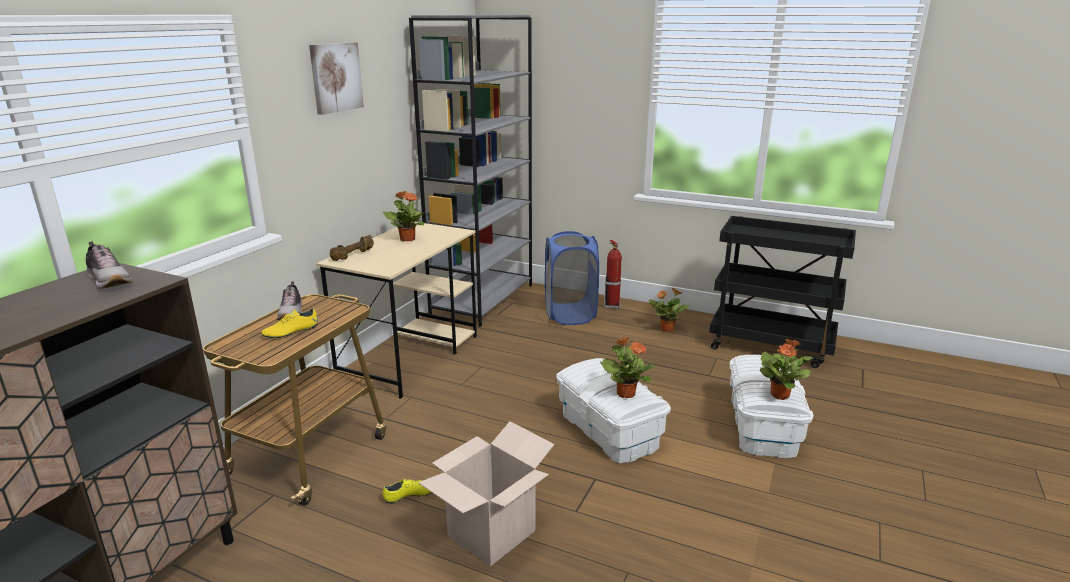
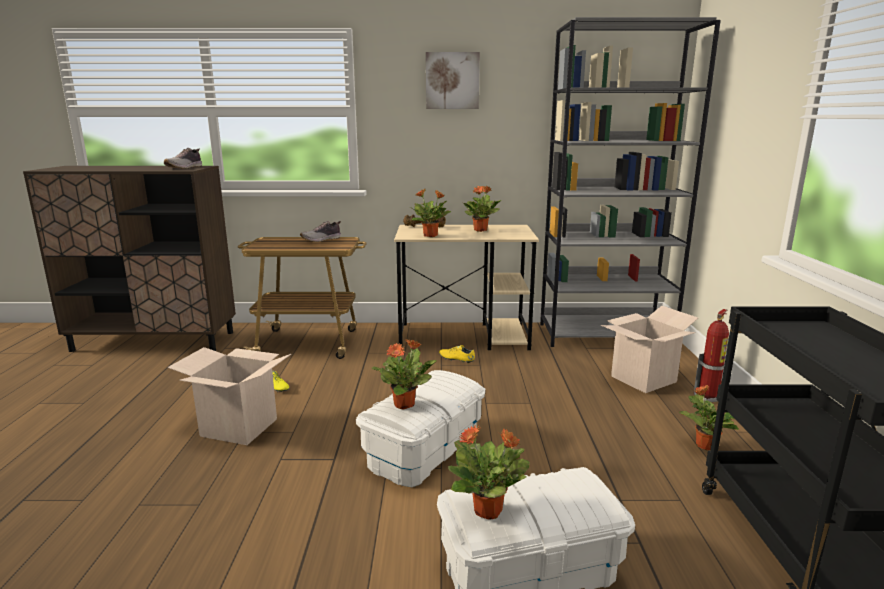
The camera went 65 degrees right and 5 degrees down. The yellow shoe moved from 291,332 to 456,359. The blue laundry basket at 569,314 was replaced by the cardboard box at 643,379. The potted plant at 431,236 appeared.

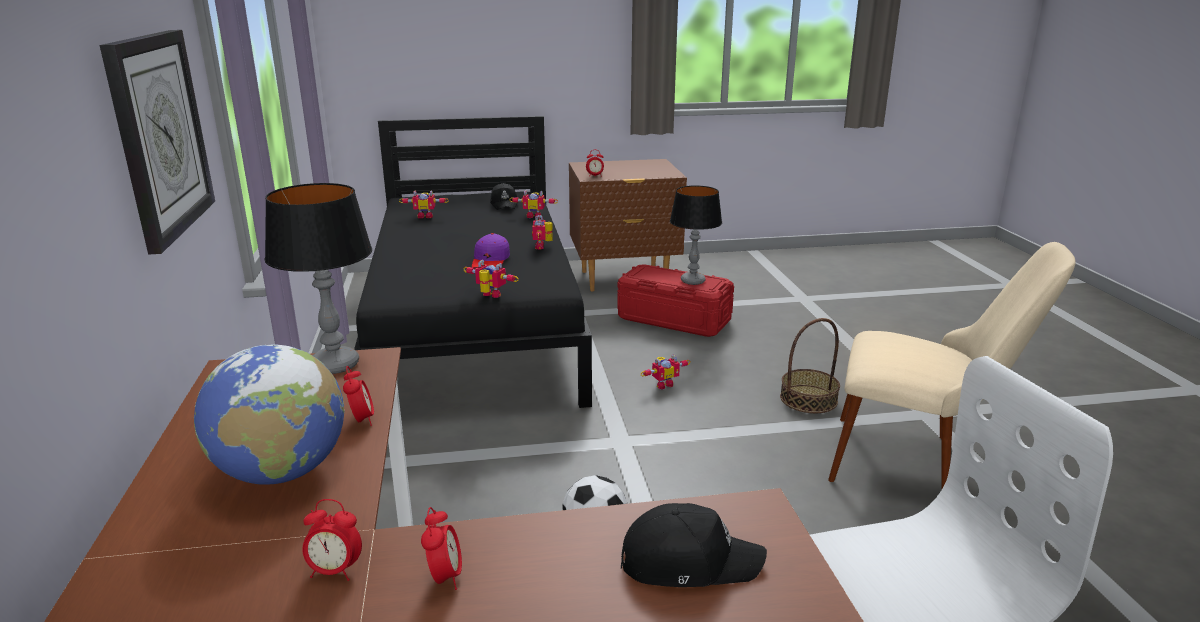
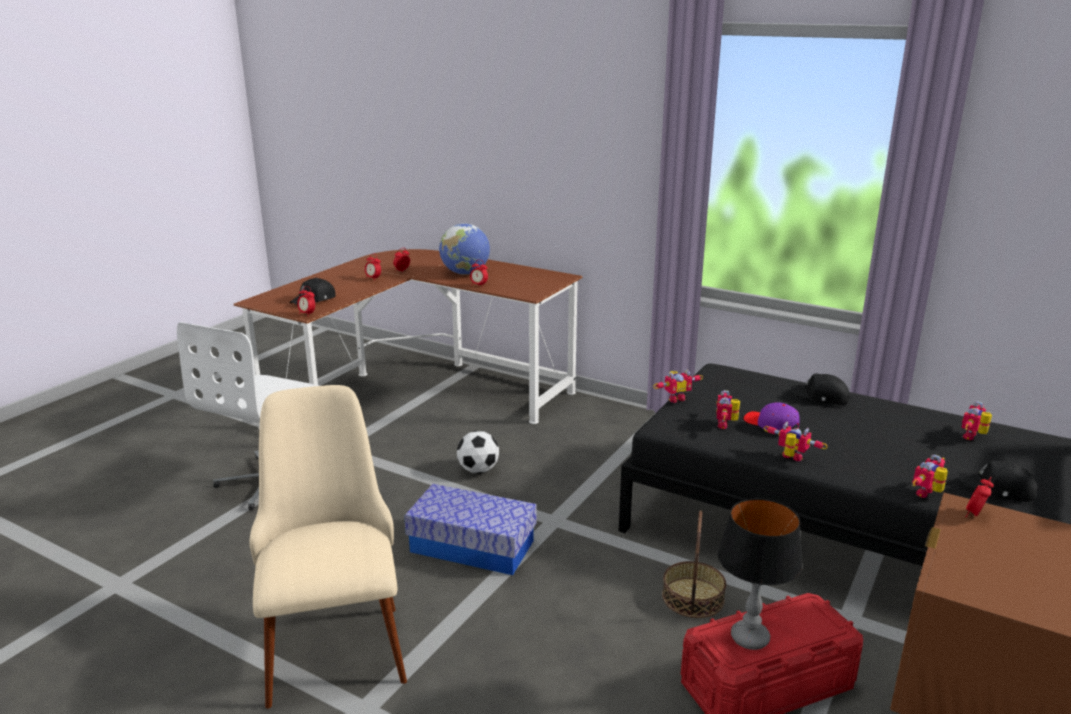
The camera went 130 degrees right and 0 degrees up. The wall clock at 160,135 disappeared. The table lamp at 335,365 disappeared. The toy robot moved from 663,384 to 726,425. The basket moved from 808,399 to 693,597. The beige chair at 918,463 turned 105 degrees clockwise. The alarm clock at 307,314 appeared. The storage box at 472,546 appeared. The black cap at 820,397 appeared.

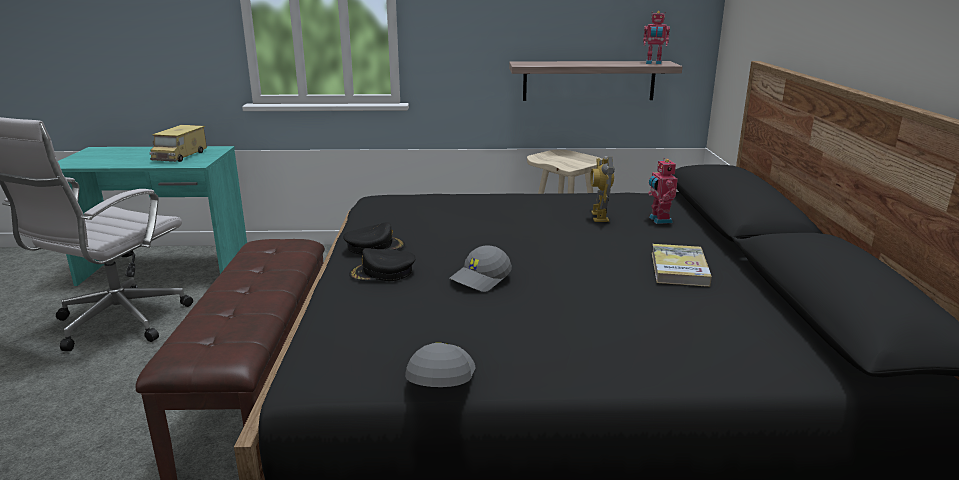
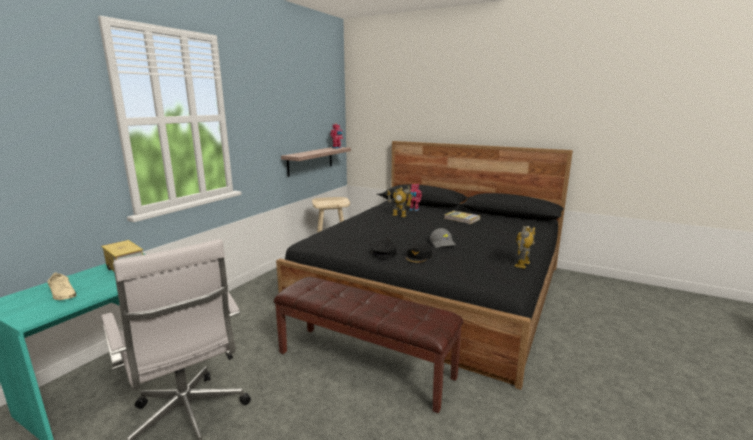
The camera went 60 degrees left and 5 degrees down. The grey cap at 439,375 was replaced by the toy robot at 523,264. The beige shoe at 63,293 appeared.

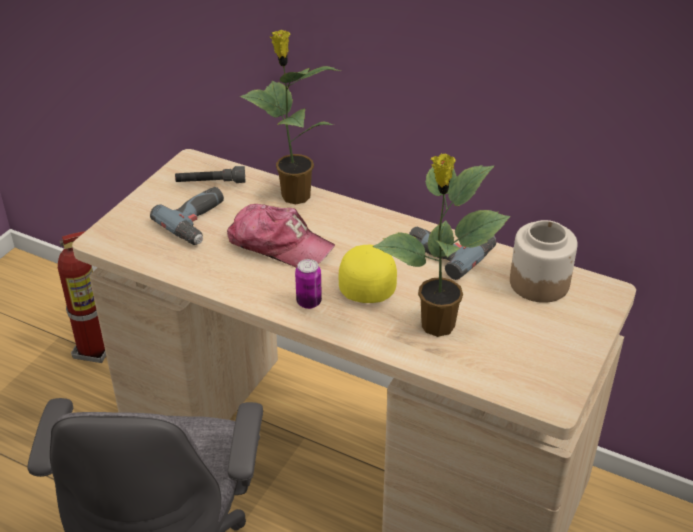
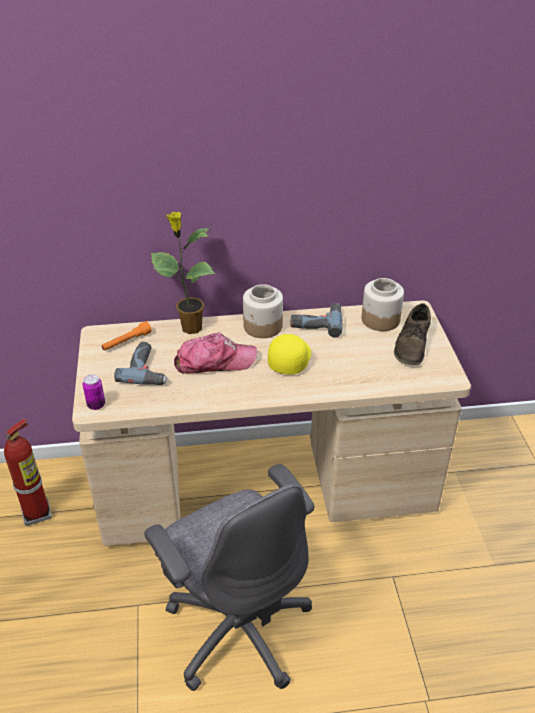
The camera went 35 degrees left and 0 degrees up. The grey flashlight at 211,183 became the orange flashlight at 126,342. The can moved from 309,302 to 96,405. The yellow cap at 367,280 turned 45 degrees clockwise. The potted plant at 436,326 disappeared. The jar at 263,327 appeared. The brown shoe at 412,344 appeared.

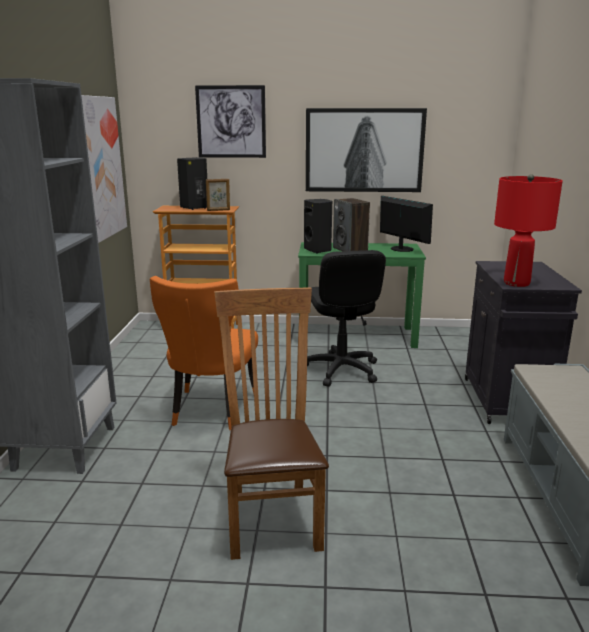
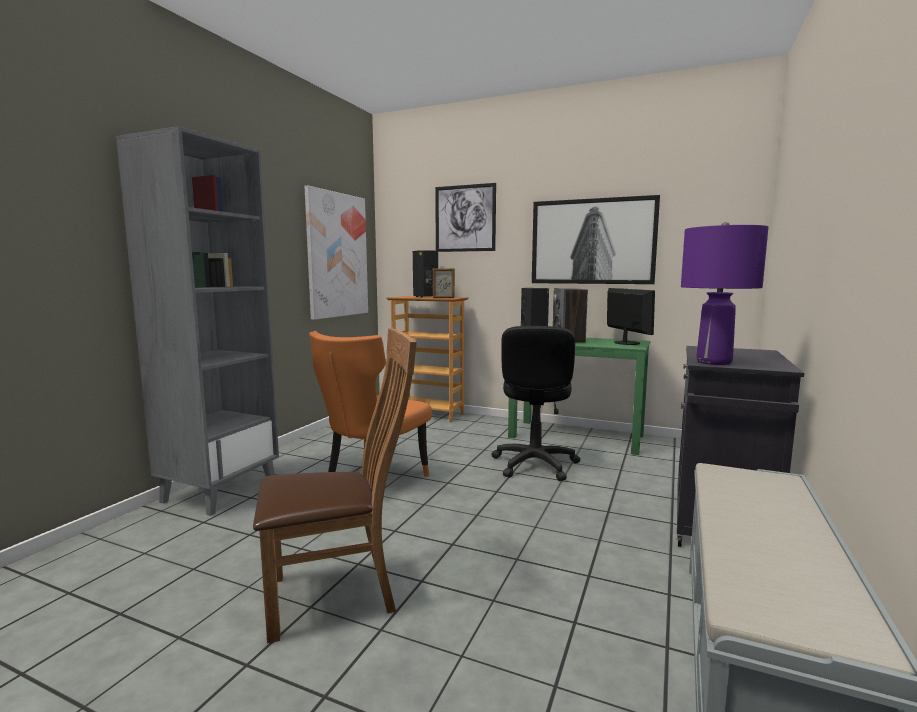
The camera went 20 degrees right and 10 degrees down. The brown chair at 272,515 turned 60 degrees clockwise. The red table lamp at 516,283 became the purple table lamp at 714,362.

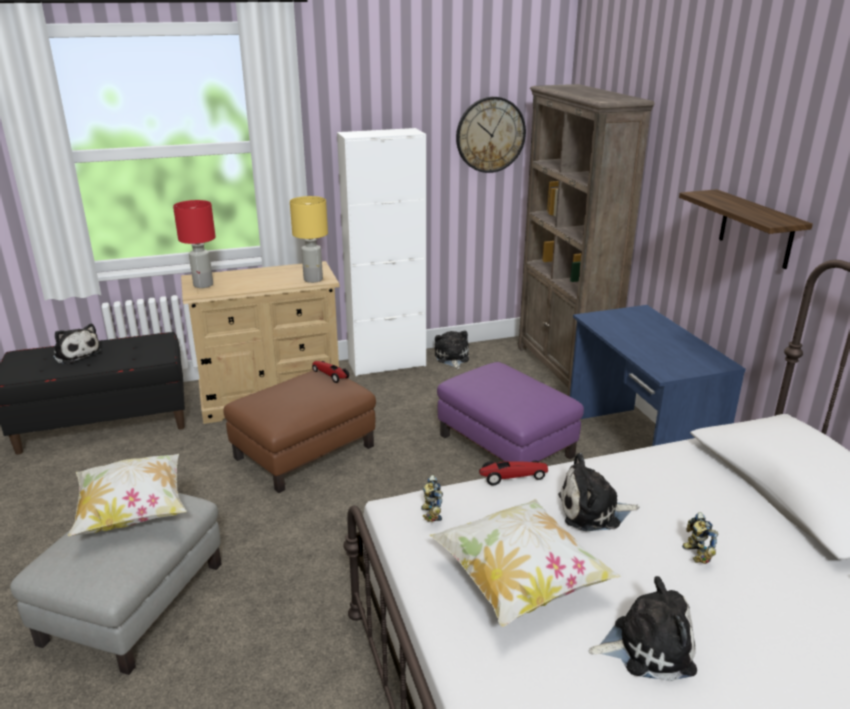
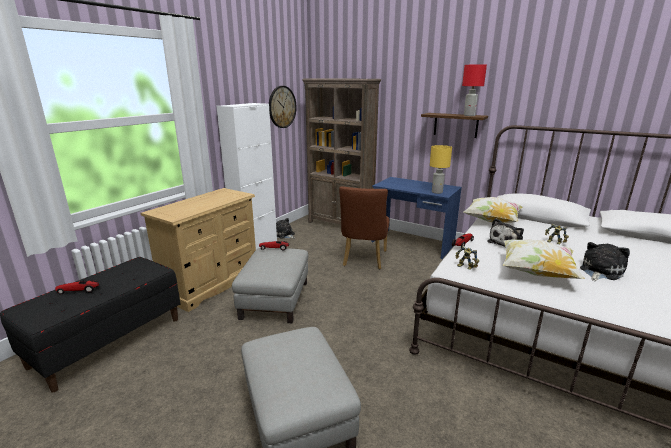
The camera went 40 degrees left and 5 degrees down. The plush toy at 76,354 was replaced by the toy car at 79,290. The pillow moved from 133,513 to 491,221. The red table lamp moved from 203,285 to 469,115. The brown ottoman at 304,451 became the grey ottoman at 274,299. The yellow table lamp moved from 313,279 to 437,192. The purple ottoman at 505,446 was replaced by the brown chair at 363,260.

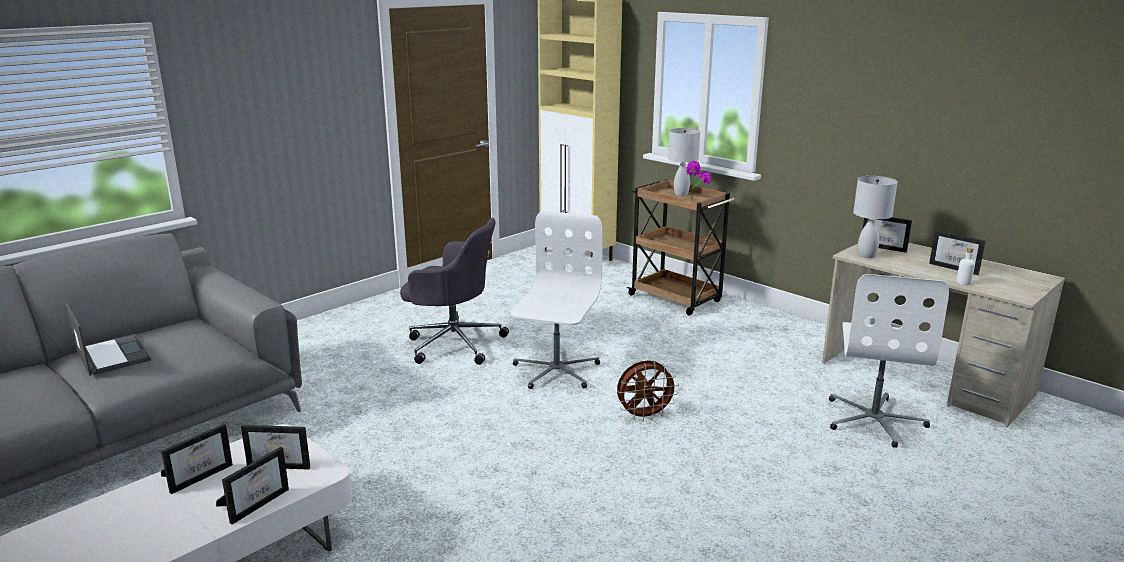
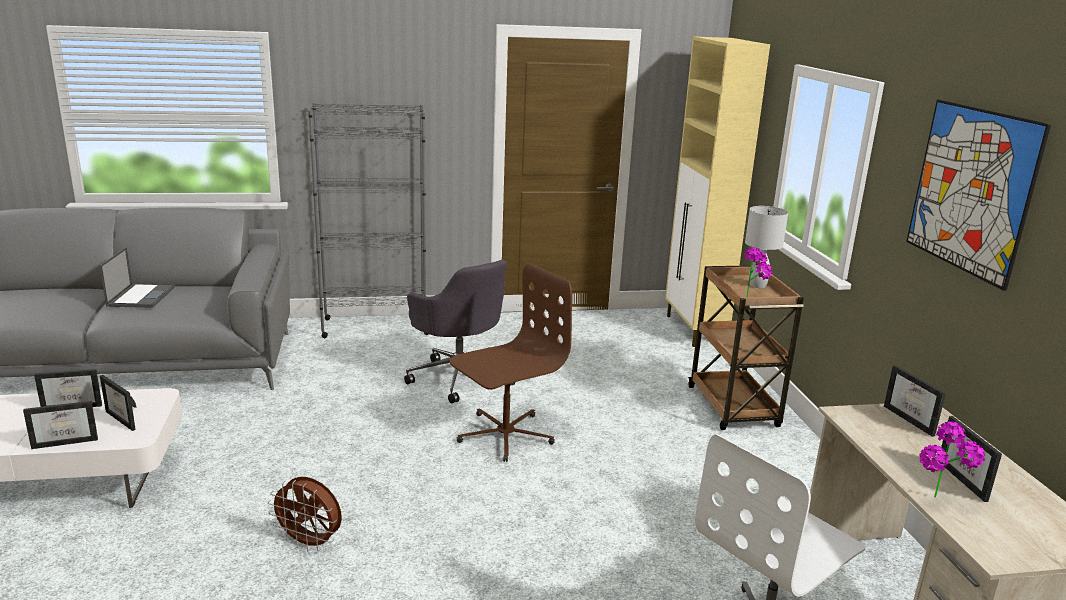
The camera went 35 degrees right and 0 degrees up. The white office chair at 555,371 became the brown office chair at 504,435. The brown fan moved from 644,416 to 310,543. The white table lamp at 867,255 disappeared. The white bottle at 963,282 was replaced by the potted plant at 939,503. The grey bookcase at 375,326 appeared. The picture at 971,190 appeared.

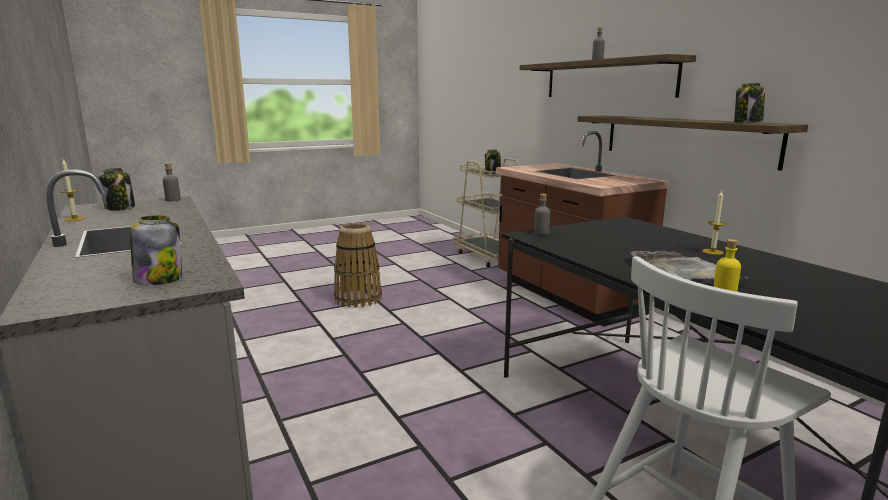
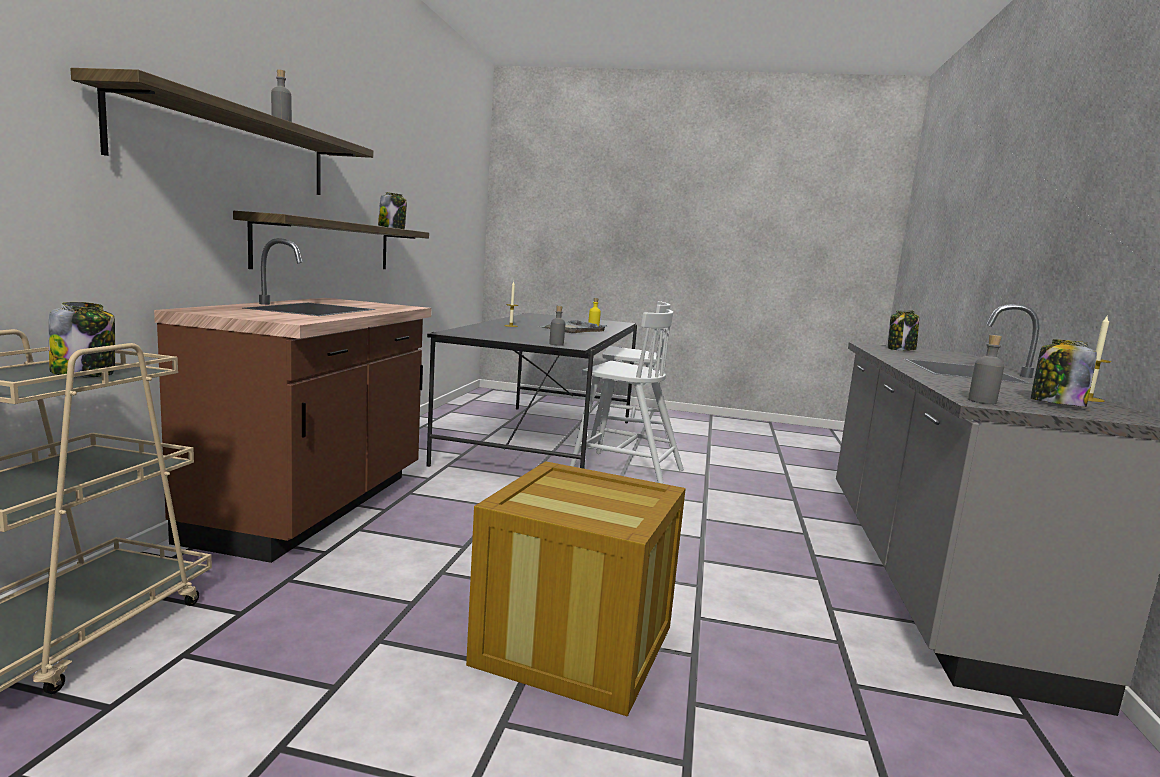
The camera went 140 degrees left and 5 degrees down. The basket at 358,299 was replaced by the crate at 575,645. The white chair at 624,470 appeared.

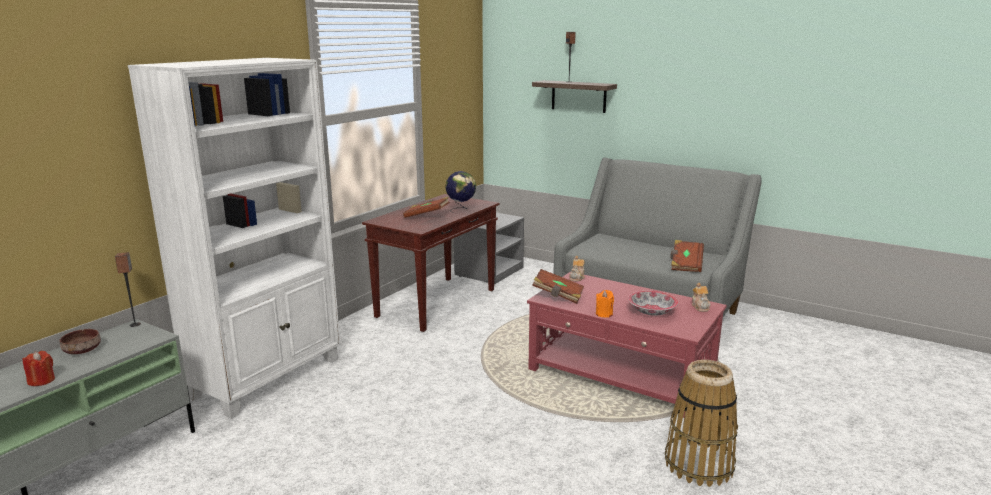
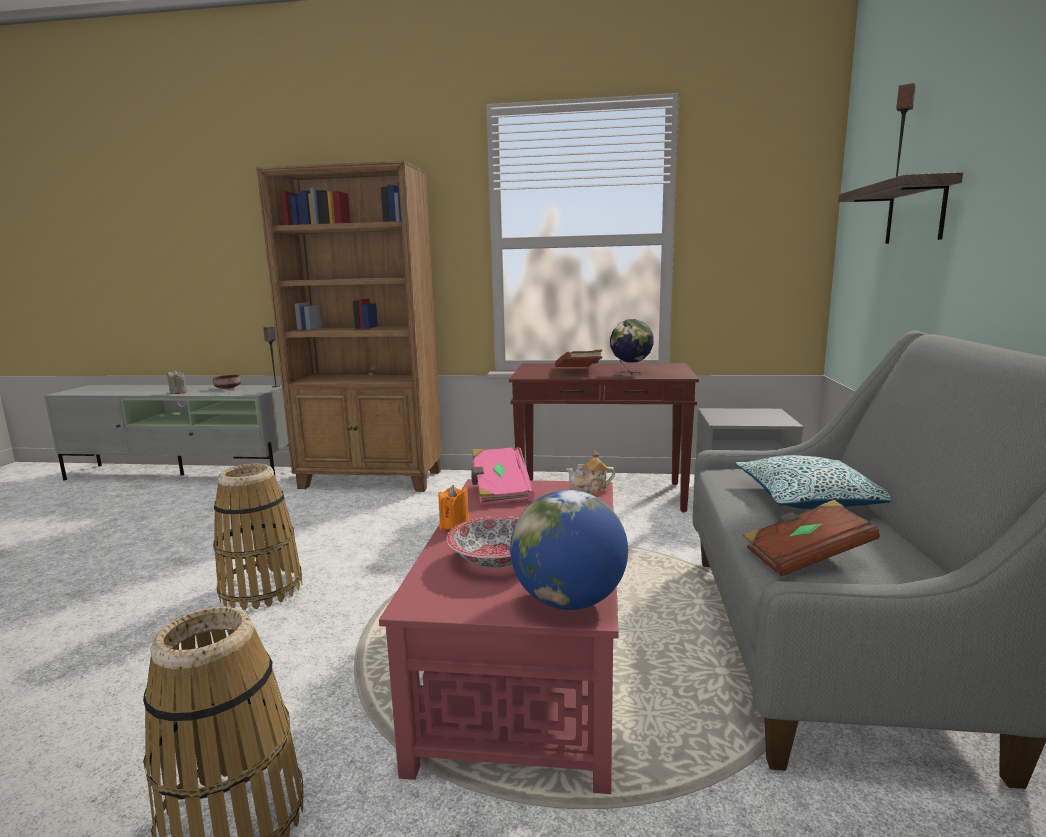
The camera went 65 degrees right and 5 degrees down. The red candle at 41,381 became the grey candle at 178,392. The white bookcase at 268,377 became the brown bookcase at 372,480. The brown book at 558,296 became the pink book at 500,490. The teapot at 700,307 was replaced by the globe at 569,601. The basket at 262,589 appeared. The pillow at 810,499 appeared.

